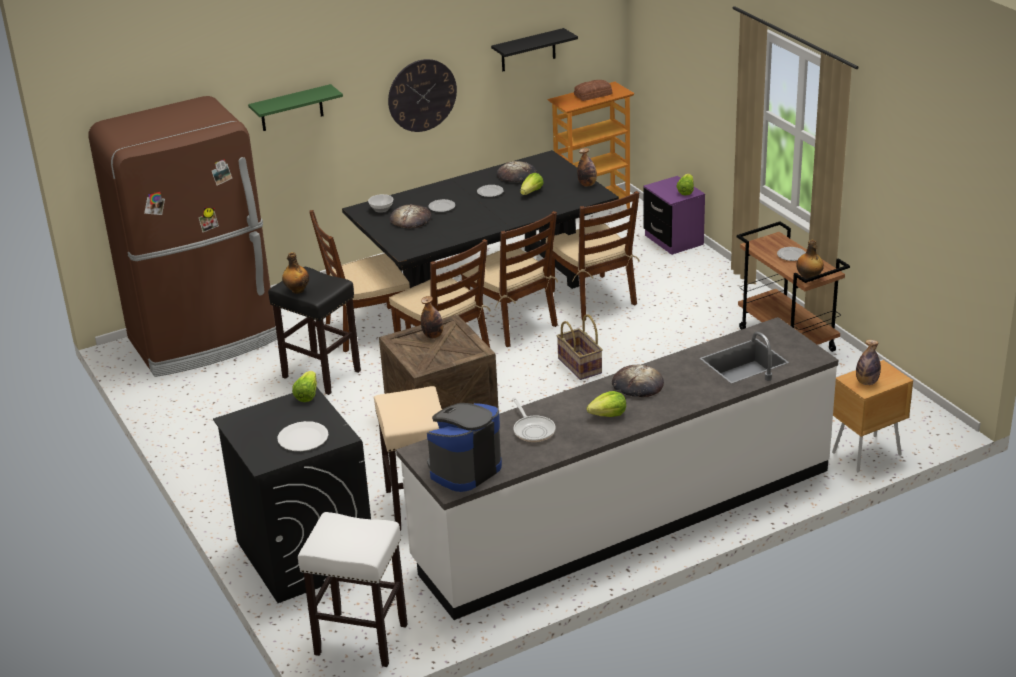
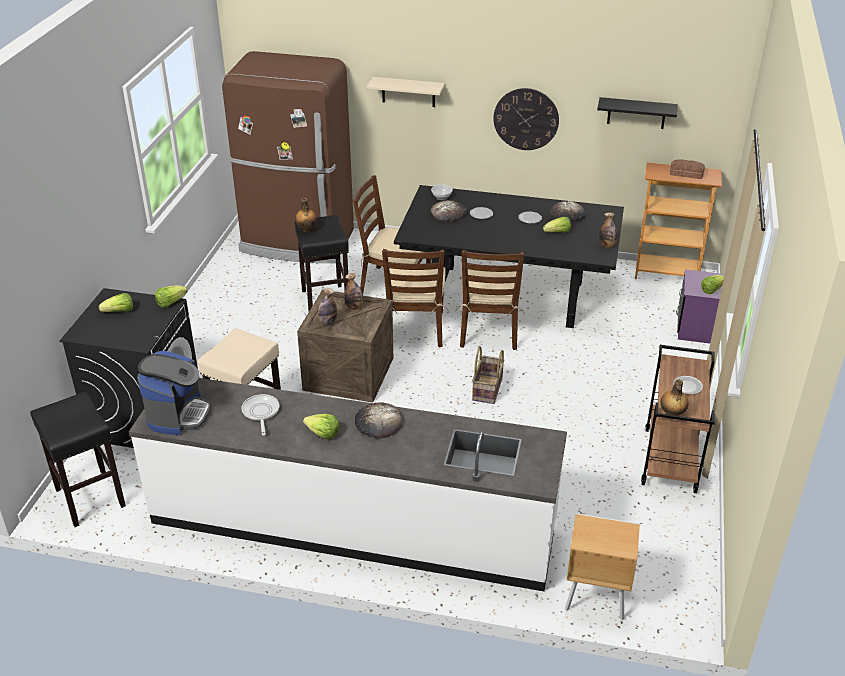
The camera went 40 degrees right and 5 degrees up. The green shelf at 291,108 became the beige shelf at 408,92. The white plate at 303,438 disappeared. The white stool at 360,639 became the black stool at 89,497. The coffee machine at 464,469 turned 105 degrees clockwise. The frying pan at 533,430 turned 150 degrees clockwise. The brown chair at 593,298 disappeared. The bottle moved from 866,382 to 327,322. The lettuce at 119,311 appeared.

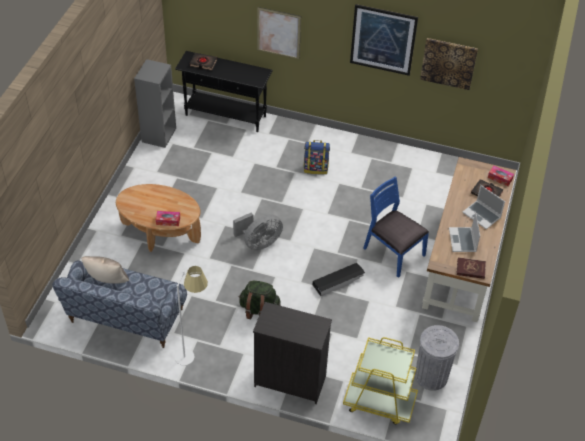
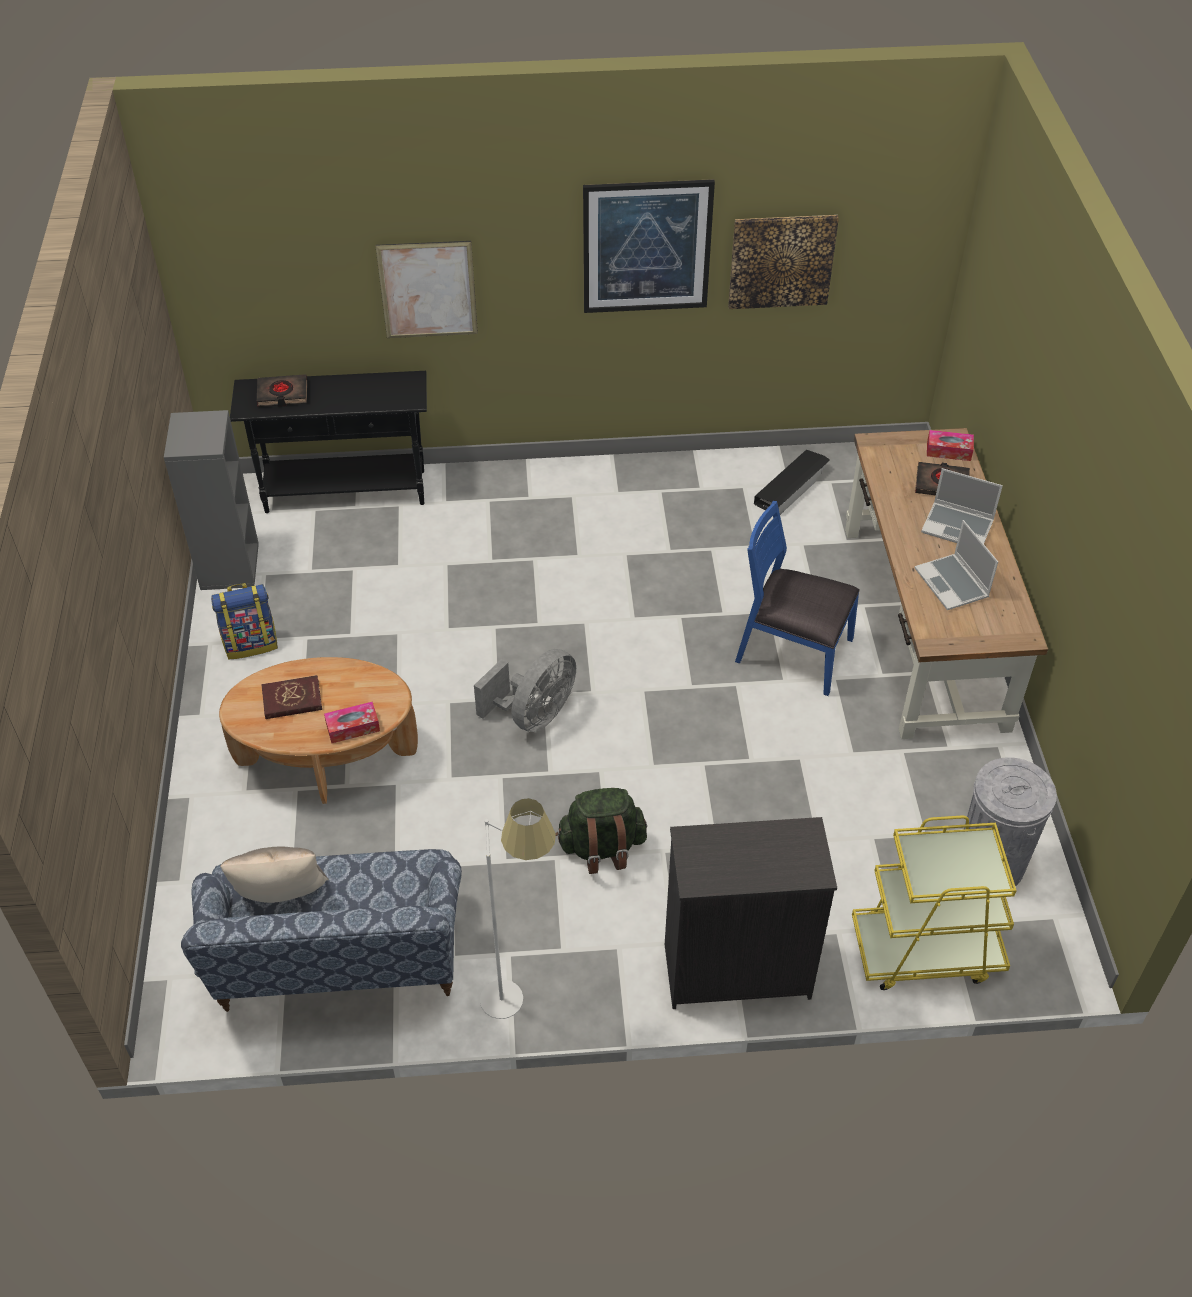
The camera went 20 degrees left and 0 degrees up. The backpack moved from 316,168 to 251,643. The black storage box moved from 338,281 to 792,487. The red book moved from 470,269 to 292,699.

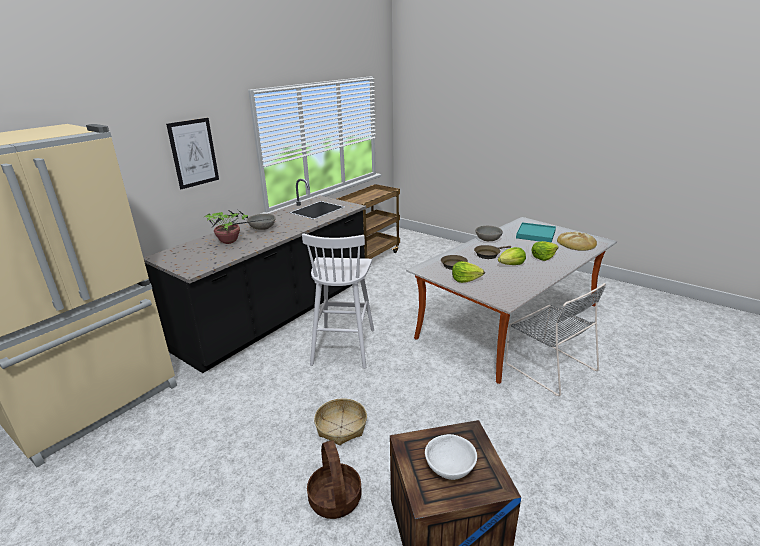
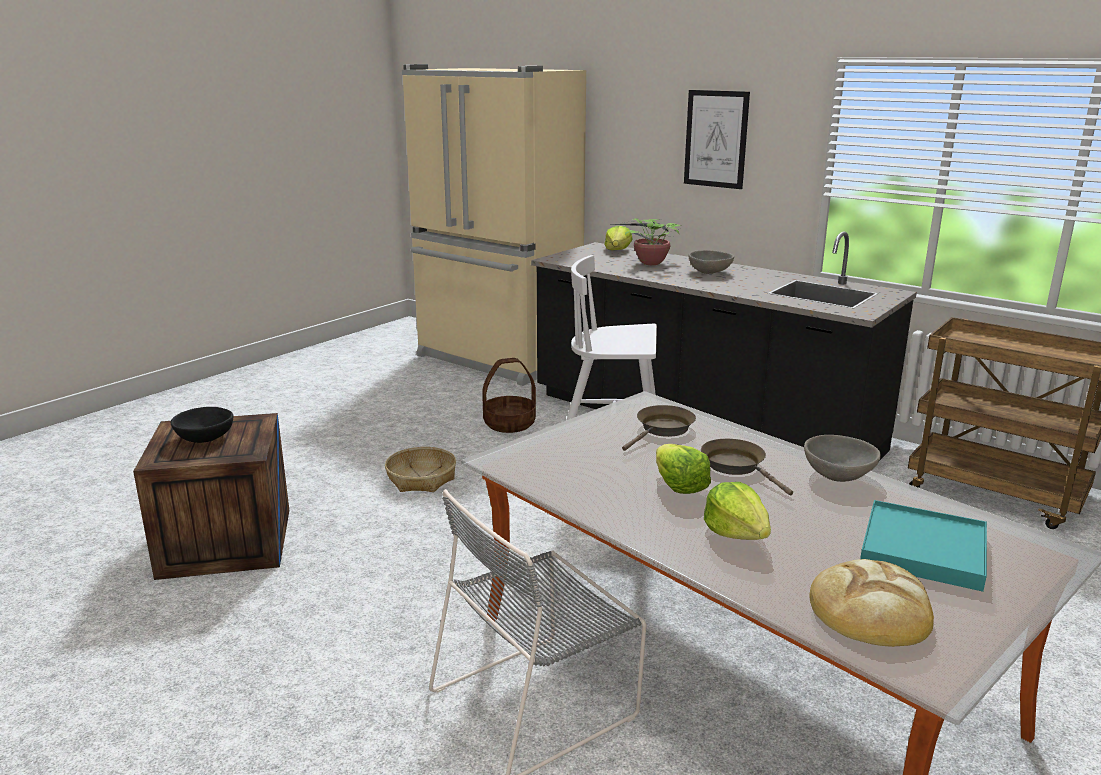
The camera went 90 degrees right and 5 degrees down. The basket moved from 334,498 to 509,424. The white bowl at 449,467 became the black bowl at 206,438. The lettuce moved from 465,279 to 617,250.

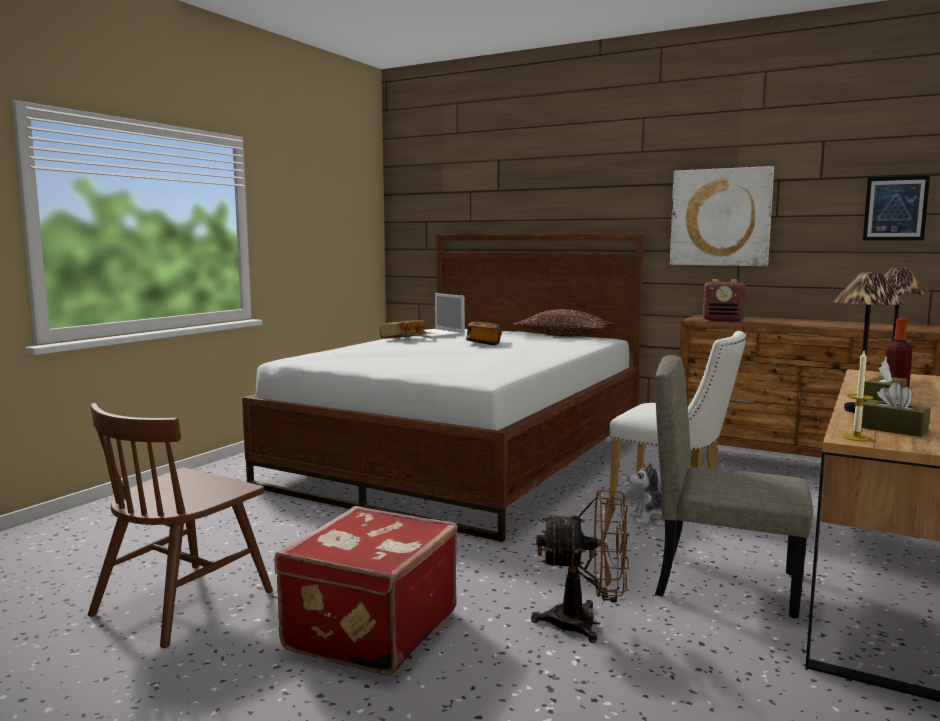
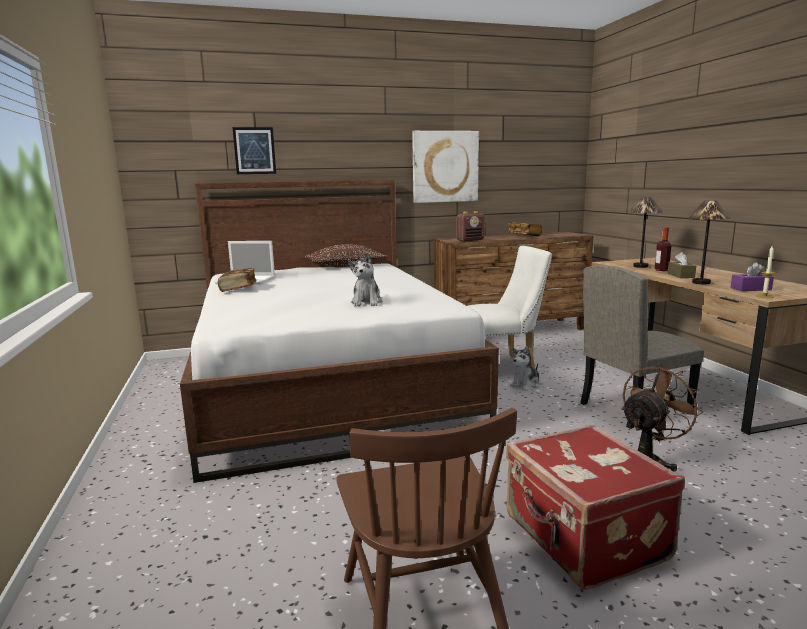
The camera went 45 degrees left and 5 degrees up. The book moved from 484,343 to 524,236. The brown tissue box at 893,429 became the purple tissue box at 750,289. The picture moved from 895,208 to 254,150. The plush toy at 366,302 appeared.

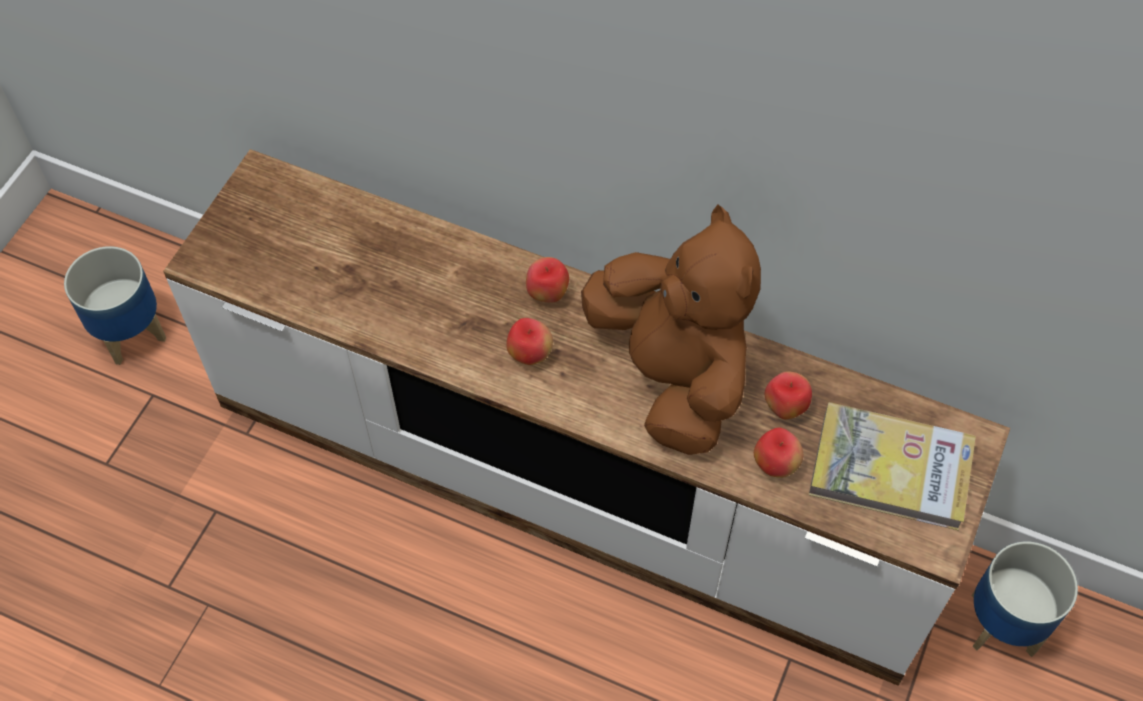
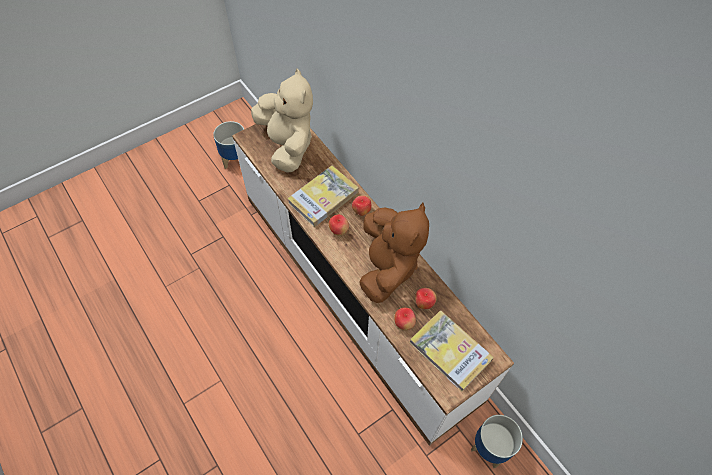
The camera went 30 degrees right and 0 degrees up. The beige plush toy at 287,145 appeared. The book at 323,197 appeared.

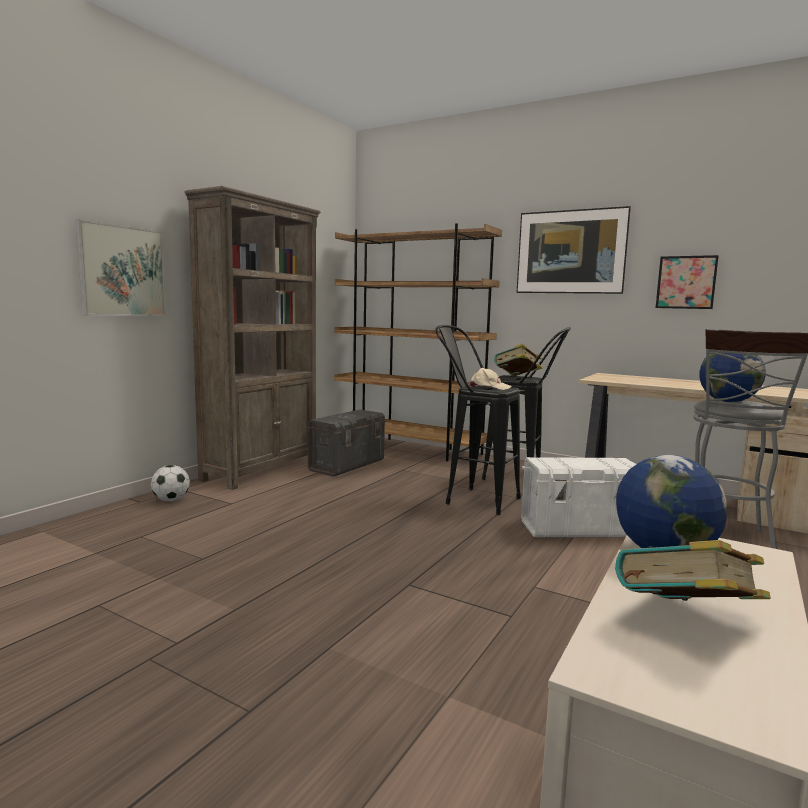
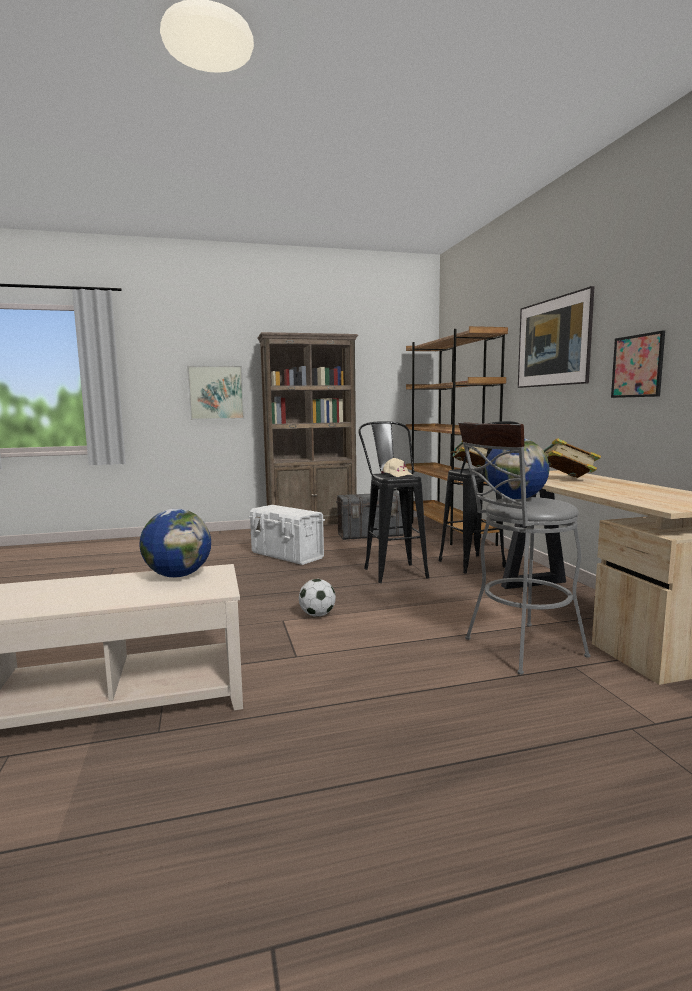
The camera went 45 degrees right and 0 degrees up. The football moved from 171,500 to 317,615. The white storage box moved from 579,529 to 287,555. The book moved from 686,622 to 566,479.

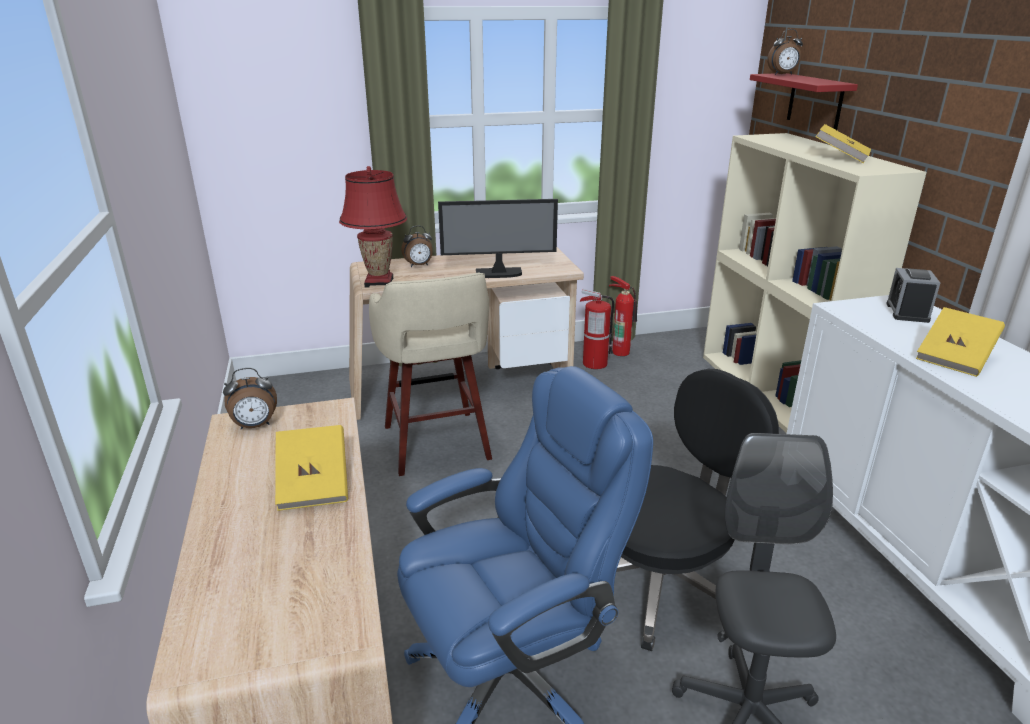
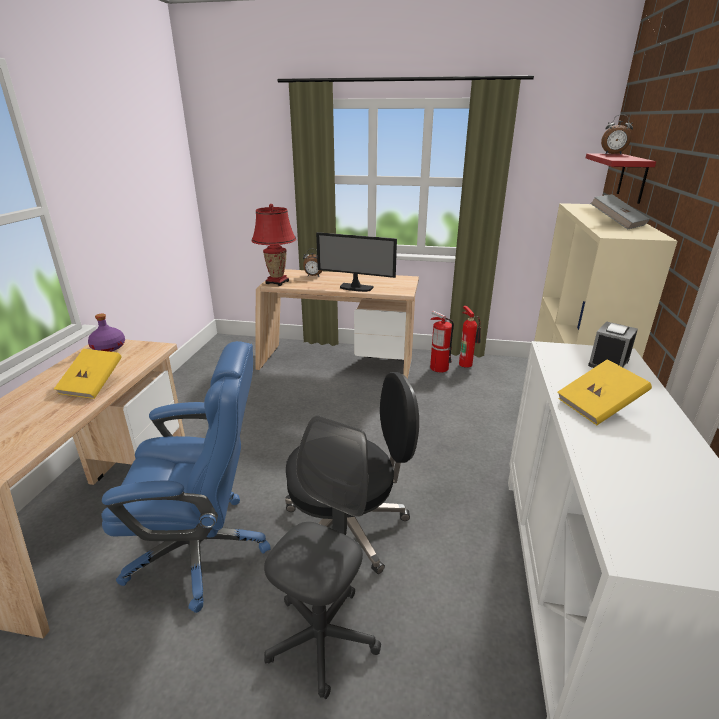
The camera went 25 degrees right and 0 degrees up. The alarm clock at 255,426 was replaced by the purple bottle at 109,347. The beige stool at 437,445 disappeared. The yellow book at 840,157 became the grey book at 616,224.

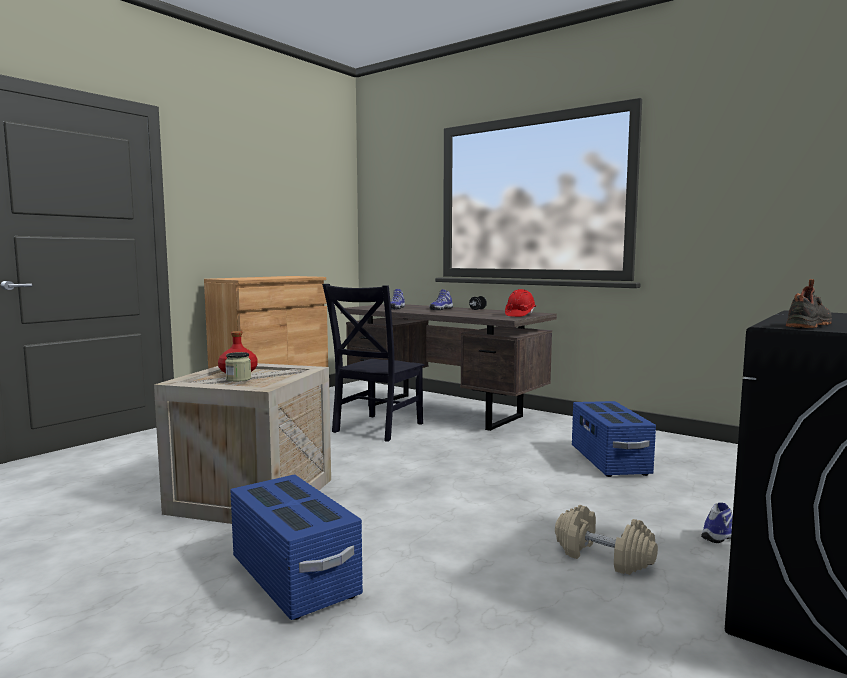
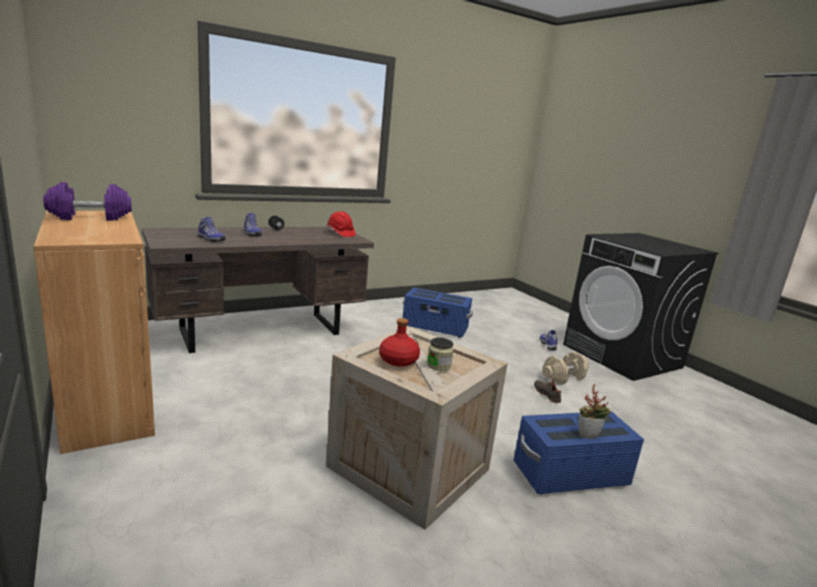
The camera went 70 degrees left and 10 degrees up. The black chair at 376,428 disappeared. The black shoe moved from 810,325 to 547,394. The purple dumbbell at 90,217 appeared. The potted plant at 588,435 appeared.

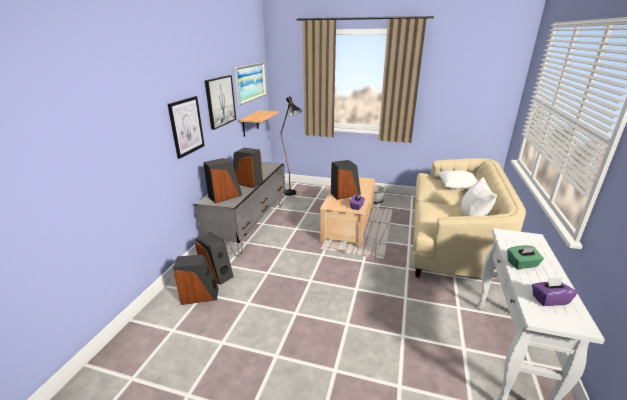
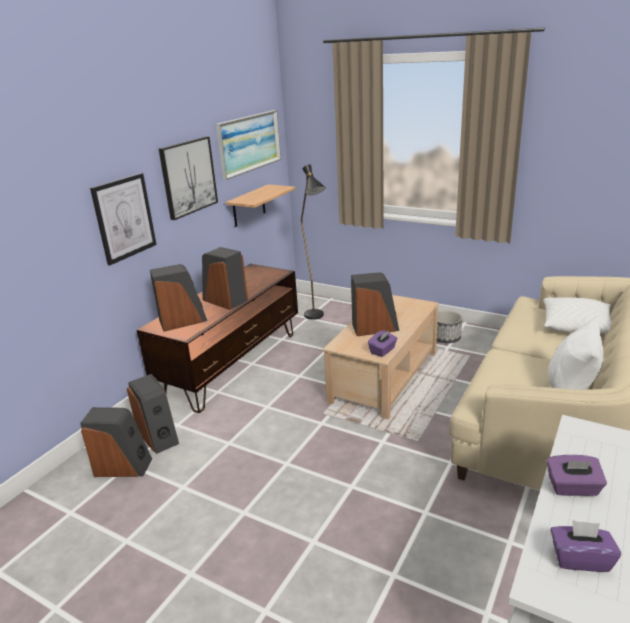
The camera went 15 degrees right and 0 degrees up. The grey tv stand at 250,225 became the brown tv stand at 233,364. The green tissue box at 522,264 became the purple tissue box at 573,488.

